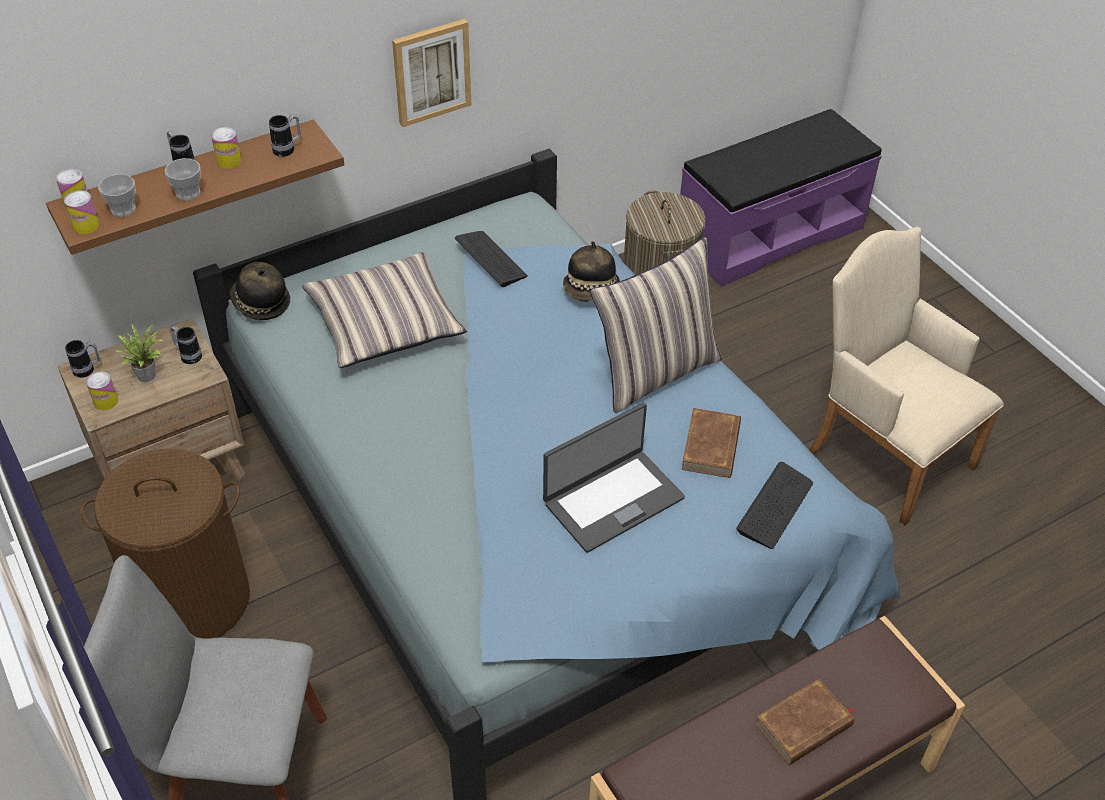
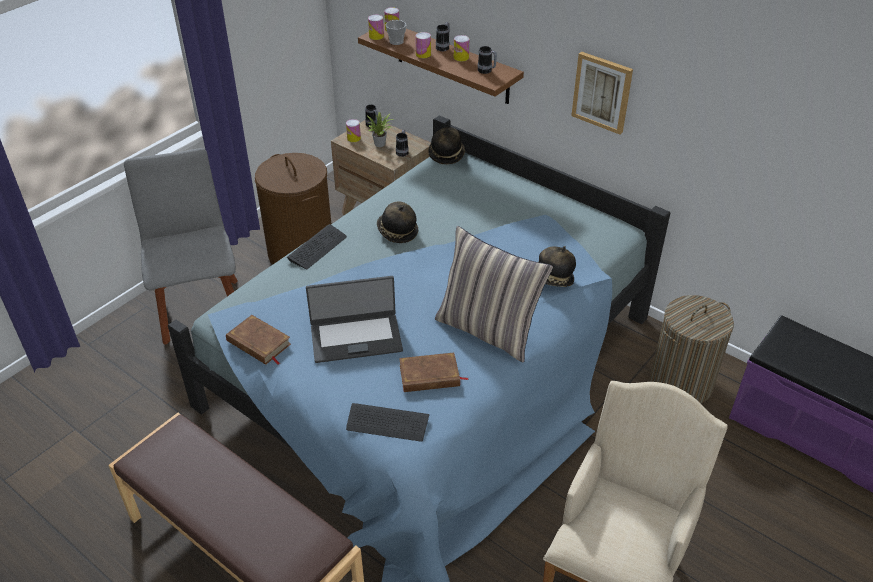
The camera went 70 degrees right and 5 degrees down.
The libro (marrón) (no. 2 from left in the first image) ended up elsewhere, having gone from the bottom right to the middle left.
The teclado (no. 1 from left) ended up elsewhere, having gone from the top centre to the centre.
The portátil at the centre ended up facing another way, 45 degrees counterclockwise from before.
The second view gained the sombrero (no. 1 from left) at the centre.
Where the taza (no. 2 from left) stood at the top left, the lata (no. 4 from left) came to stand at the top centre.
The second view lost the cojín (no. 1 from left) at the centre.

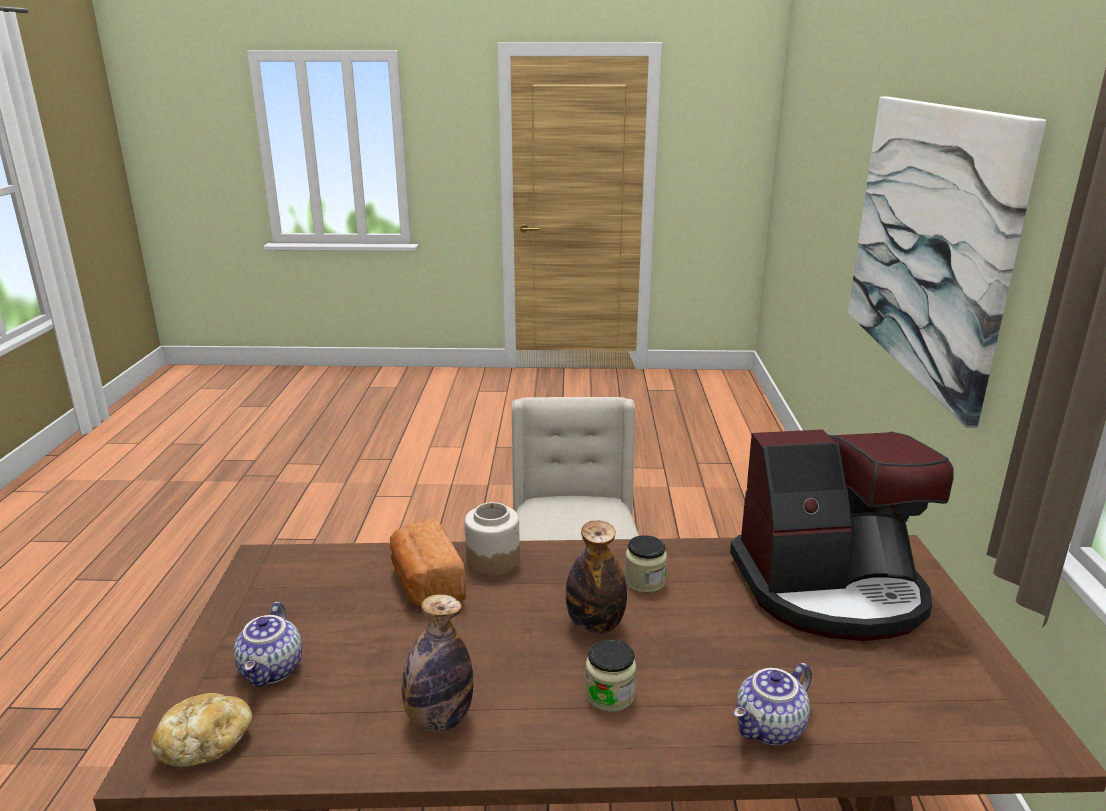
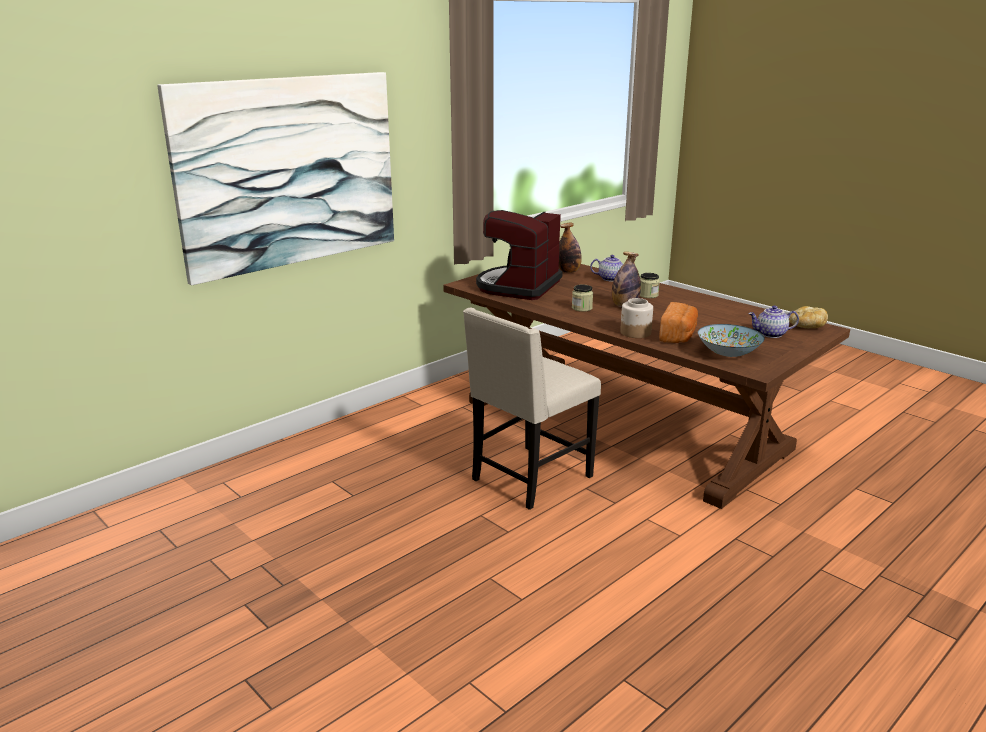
The camera went 135 degrees left and 0 degrees up.
The cafetera at the middle right ended up facing another way, 105 degrees counterclockwise from before.
The botella (no. 1 from left) ended up elsewhere, having gone from the bottom centre to the centre.
The second view gained the cuenco at the middle right.
The tetera (no. 1 from left in the first image) at the bottom left ended up facing another way, 135 degrees counterclockwise from before.

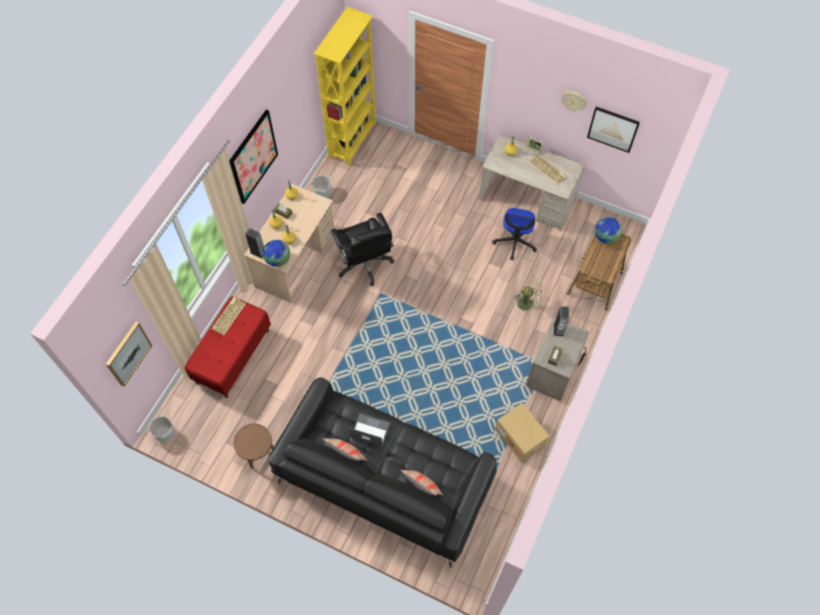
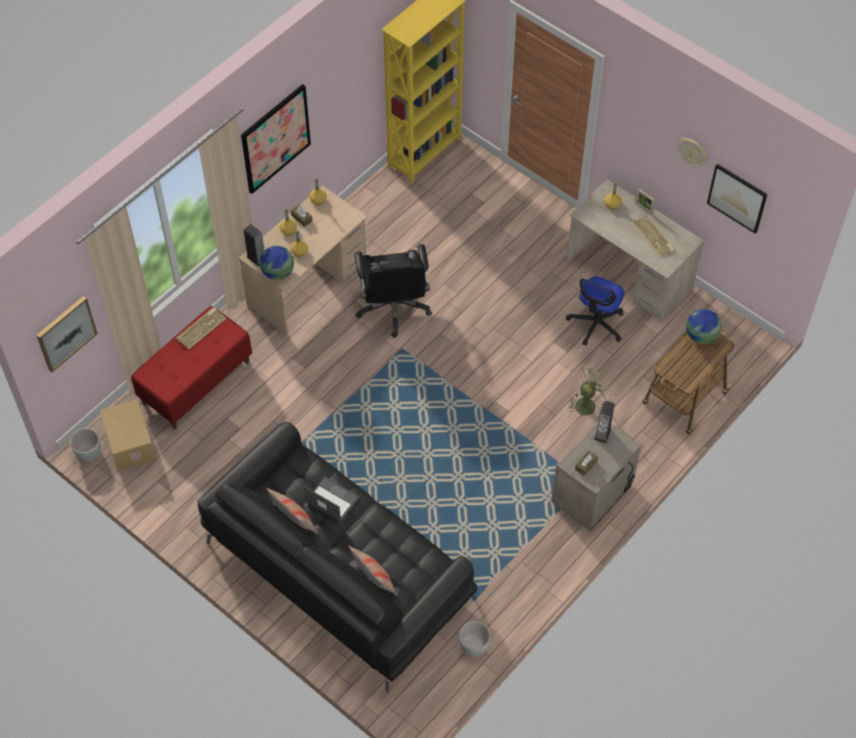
The camera went 15 degrees right and 5 degrees down.
The caja de cartón ended up elsewhere, having gone from the bottom centre to the middle left.
The maceta (gris) (no. 2 from left) ended up elsewhere, having gone from the top centre to the bottom centre.
The ventilador (verde) at the centre ended up facing another way, 60 degrees counterclockwise from before.
The second view lost the mesa auxiliar (marrón) at the bottom left.

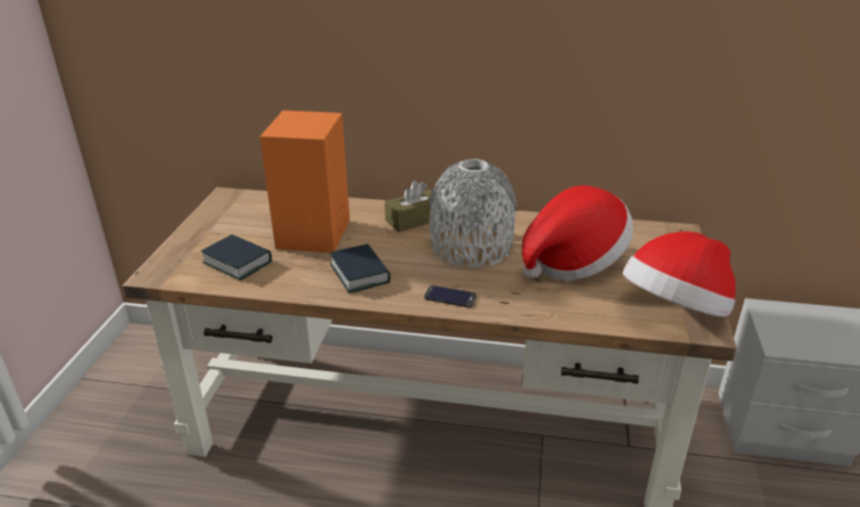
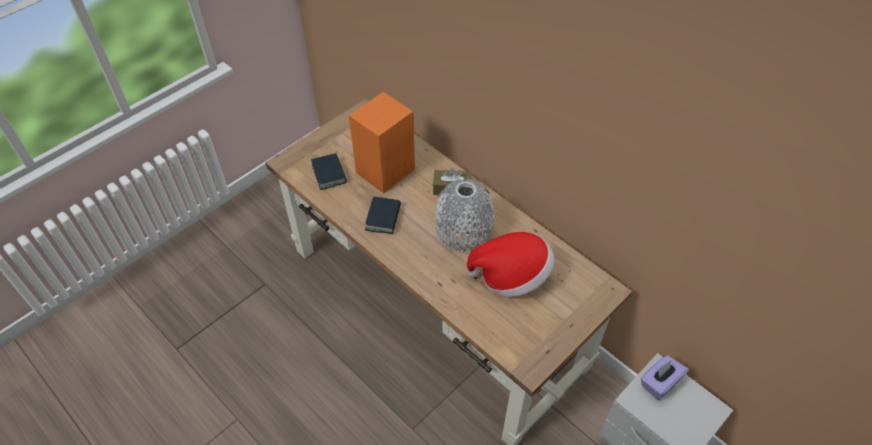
The camera went 35 degrees right and 20 degrees up.
The second view gained the caja de pañuelos (morado) at the bottom right.
The second view lost the móvil at the centre.
The second view lost the sombrero (no. 2 from left) at the middle right.

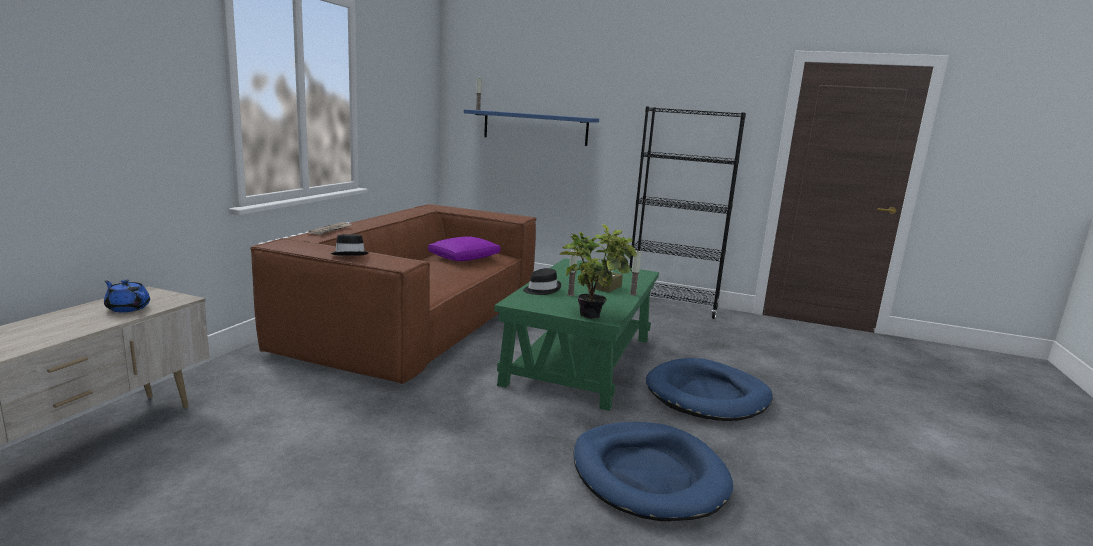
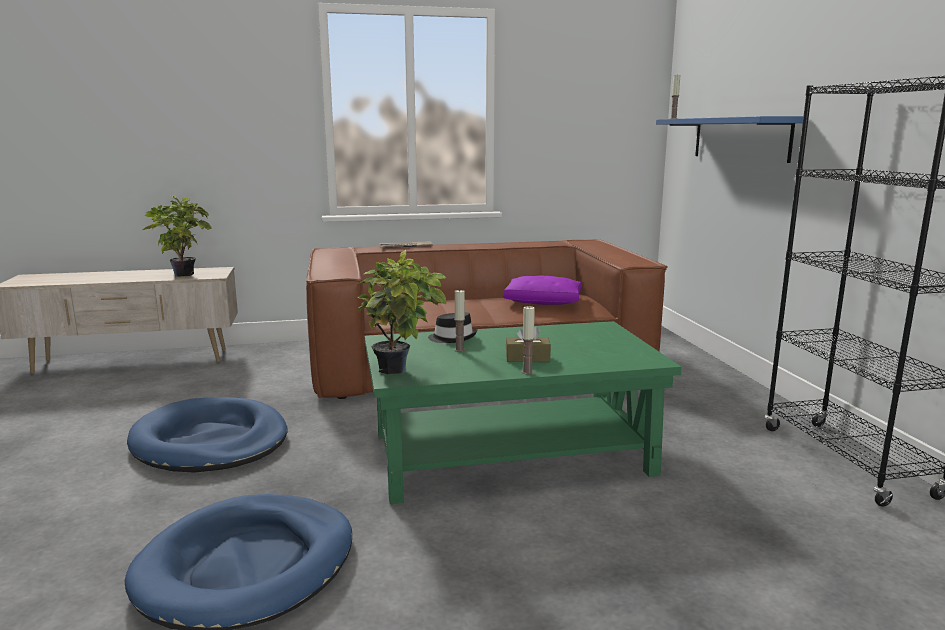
The camera went 60 degrees right and 0 degrees up.
The cama para perro (azul) (no. 2 from left in the first image) ended up elsewhere, having gone from the bottom centre to the bottom left.
Where the tetera (azul) stood at the middle left, the planta en maceta (no. 1 from left) came to stand at the middle left.
The second view lost the sombrero (negro) (no. 1 from left) at the middle left.

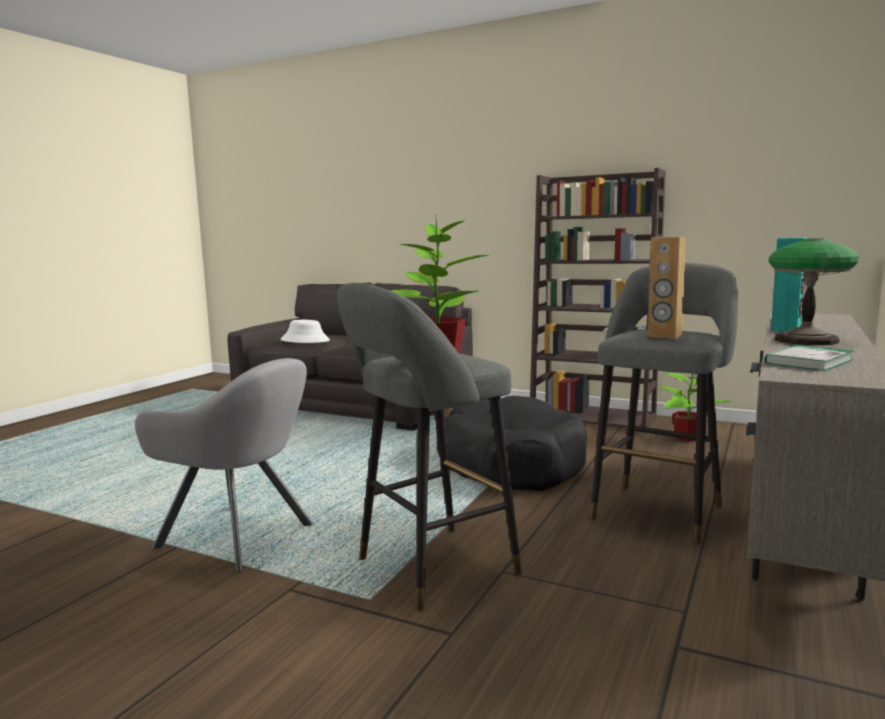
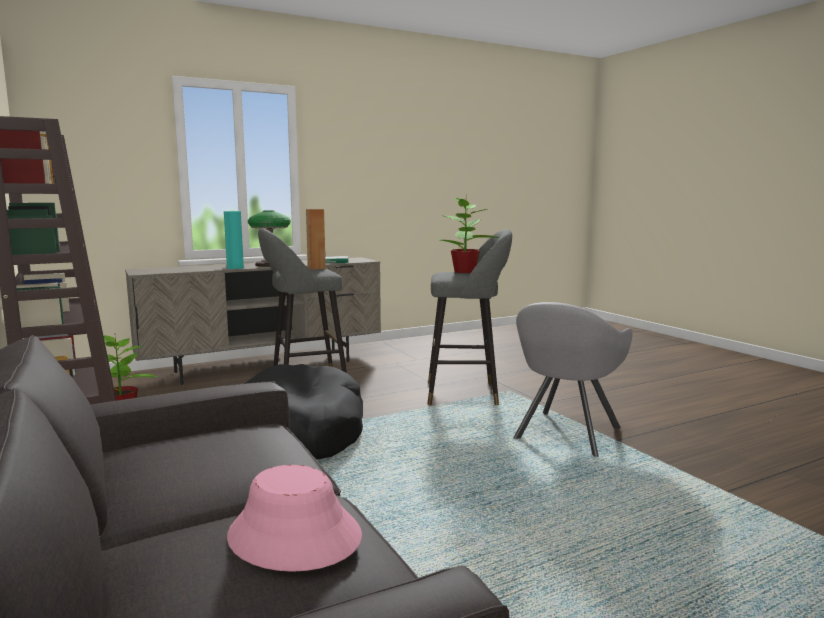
The camera went 145 degrees left and 0 degrees up.
What was the sombrero (blanco) at the centre turned into the sombrero (rosa) at the bottom centre.
The sillón (gris) at the middle left ended up facing another way, 120 degrees counterclockwise from before.

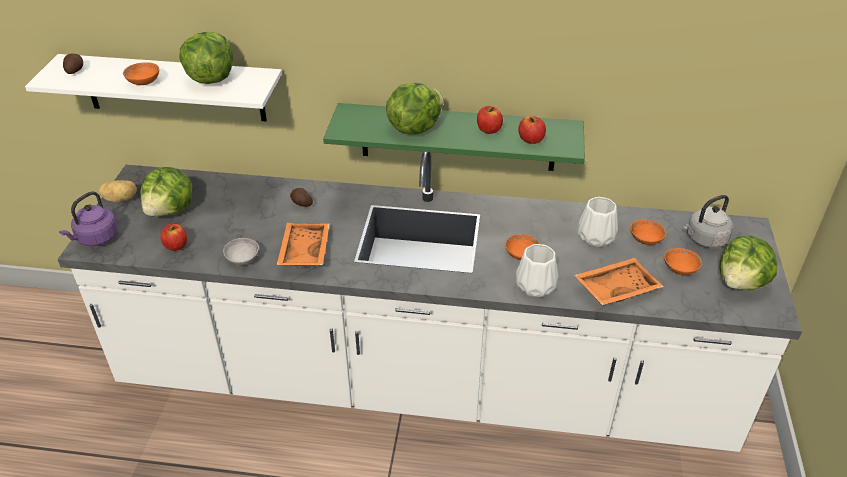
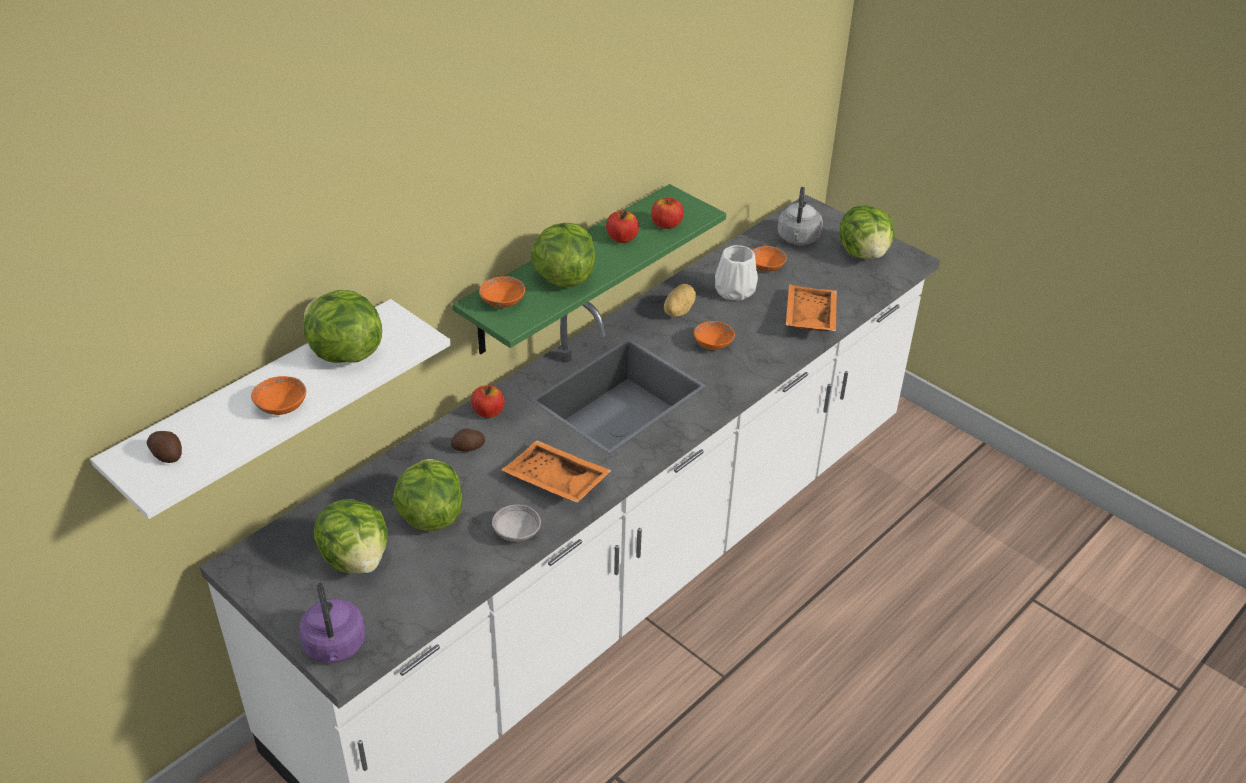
The camera went 55 degrees left and 0 degrees up.
The second view gained the lechuga (no. 3 from left) at the centre.
The manzana (no. 1 from left) ended up elsewhere, having gone from the middle left to the centre.
The cuenco (naranja) (no. 4 from left in the first image) ended up elsewhere, having gone from the middle right to the centre.
The patata (no. 2 from left in the first image) ended up elsewhere, having gone from the middle left to the centre.
The second view lost the florero (blanco) (no. 1 from left) at the centre.

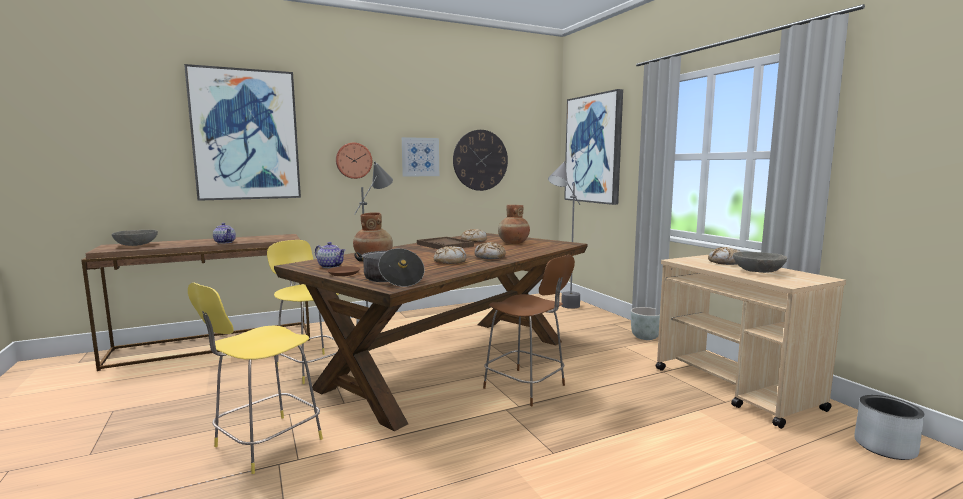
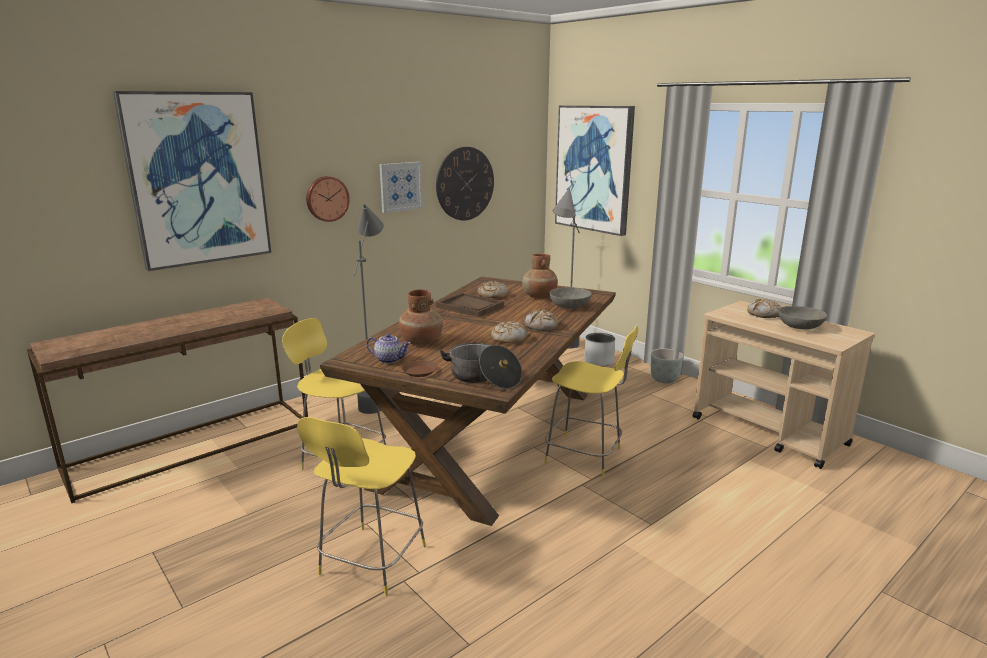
The camera went 15 degrees left and 10 degrees up.
What was the taburete (marrón) at the centre turned into the taburete (amarillo) (no. 3 from left) at the centre.
The cuenco (gris) (no. 1 from left) ended up elsewhere, having gone from the middle left to the centre.
The maceta (gris) (no. 2 from left in the first image) ended up elsewhere, having gone from the bottom right to the centre.
The second view lost the tetera (no. 1 from left) at the middle left.

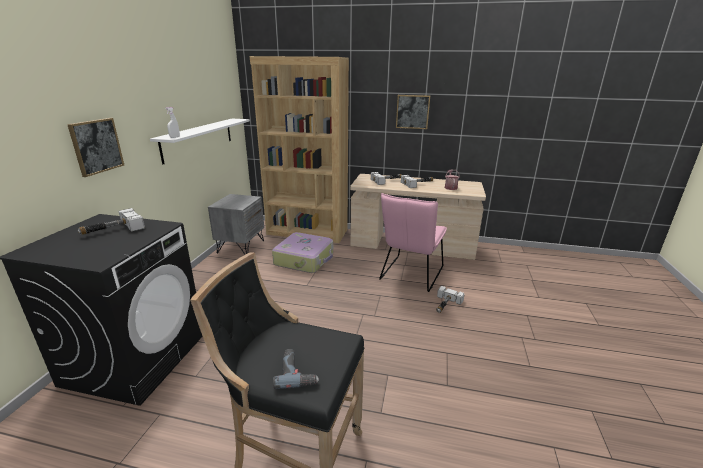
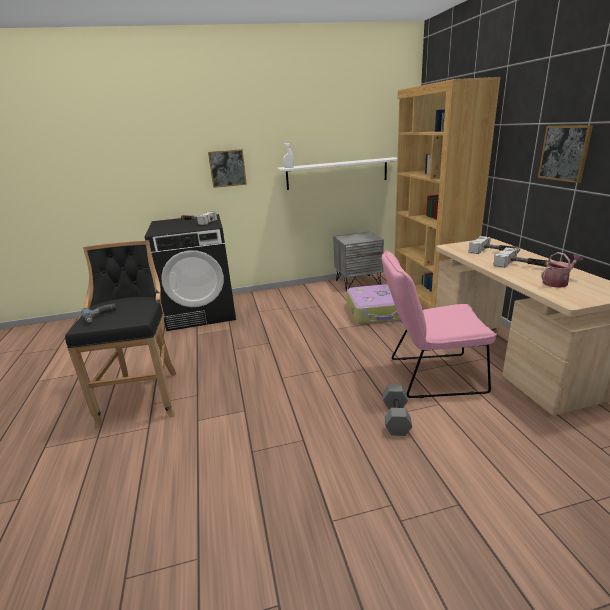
The camera went 65 degrees right and 0 degrees up.
Where the martillo (no. 4 from left) stood at the centre, the mancuerna (gris) came to stand at the bottom centre.

